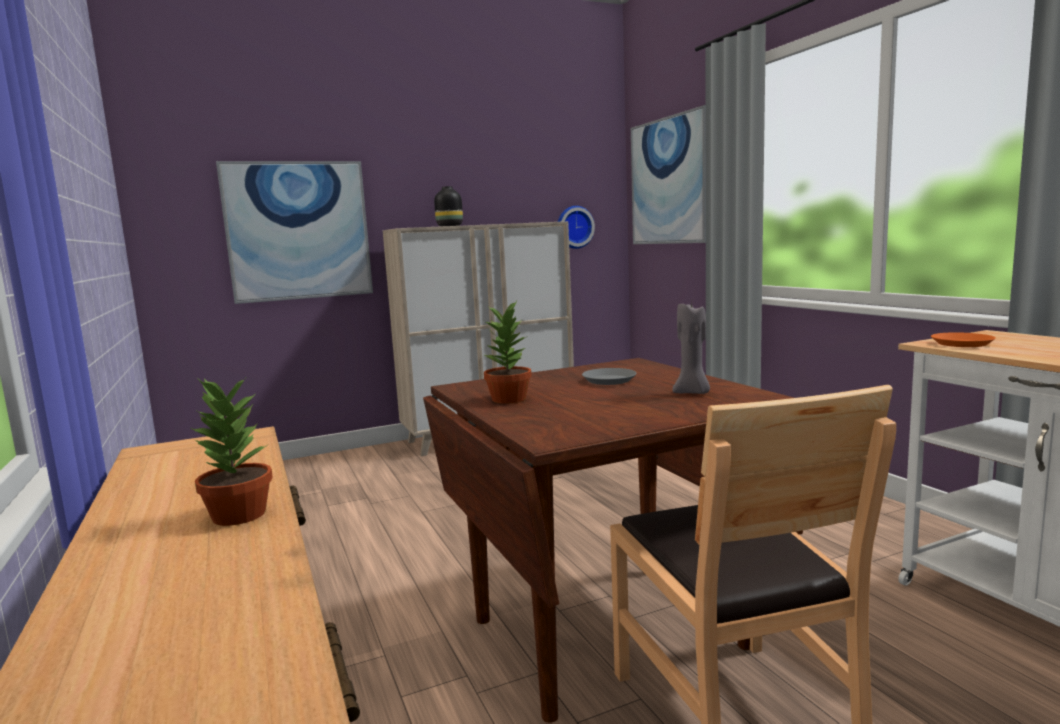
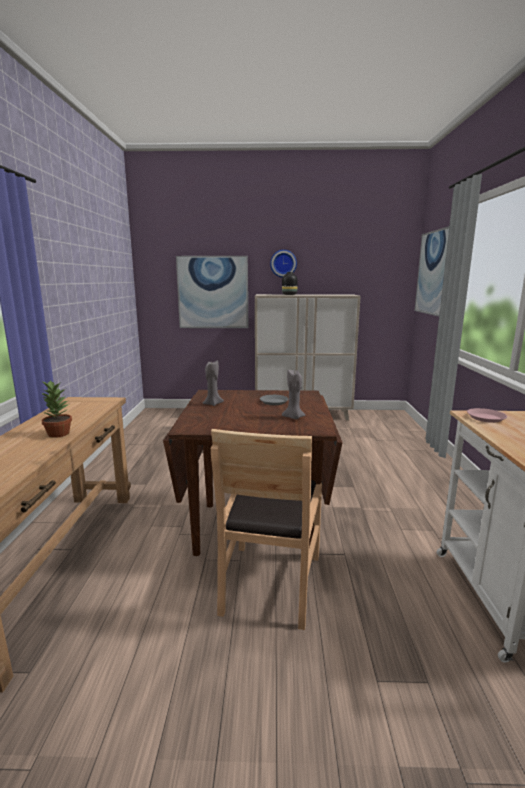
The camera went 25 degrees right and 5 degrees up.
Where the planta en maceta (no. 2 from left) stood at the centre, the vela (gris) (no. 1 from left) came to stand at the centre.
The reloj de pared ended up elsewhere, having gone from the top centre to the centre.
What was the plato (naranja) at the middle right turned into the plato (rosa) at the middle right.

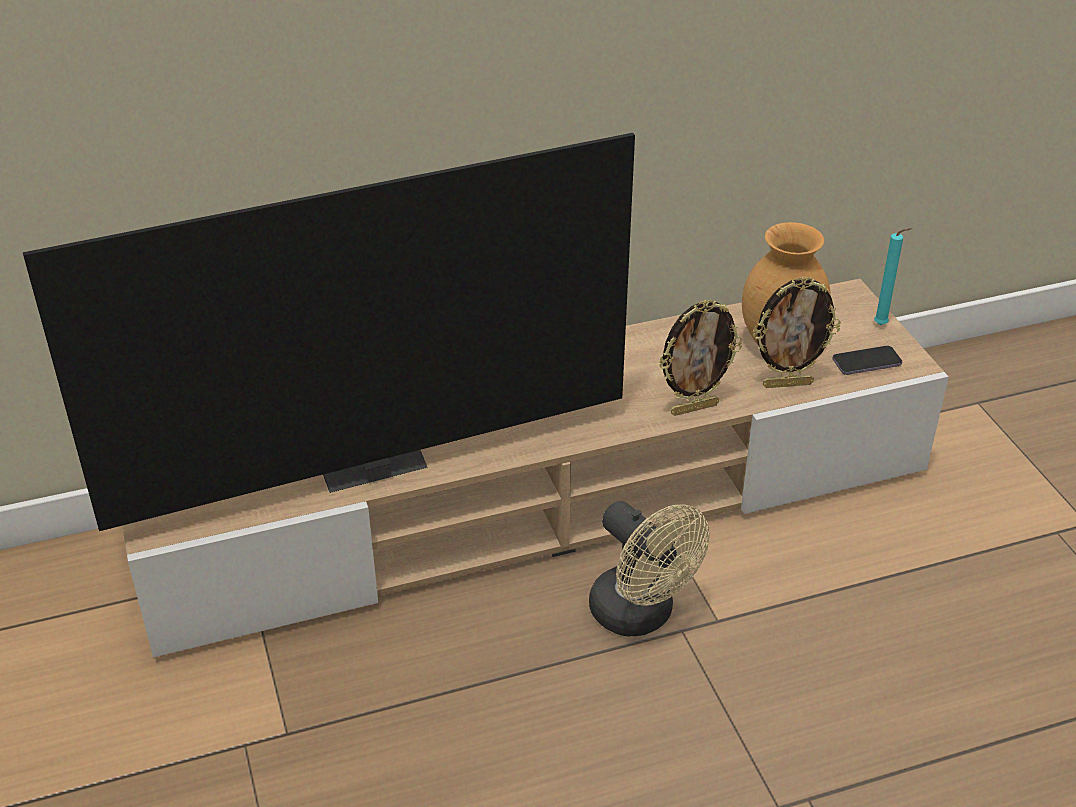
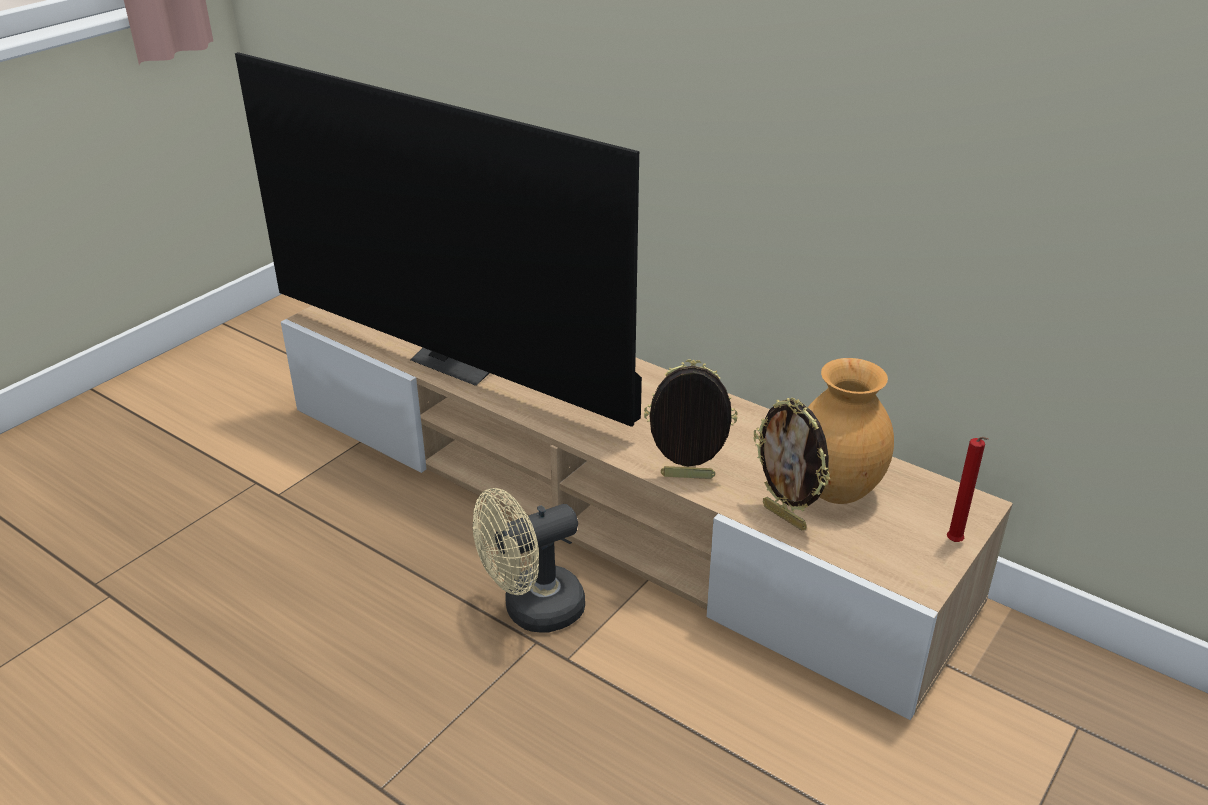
The camera went 55 degrees right and 5 degrees down.
The ventilador (beis) at the bottom centre ended up facing another way, 45 degrees clockwise from before.
The portarretratos (no. 1 from left) at the centre ended up facing another way, 150 degrees clockwise from before.
What was the vela (turquesa) at the middle right turned into the vela (rojo) at the middle right.
The second view lost the móvil at the middle right.

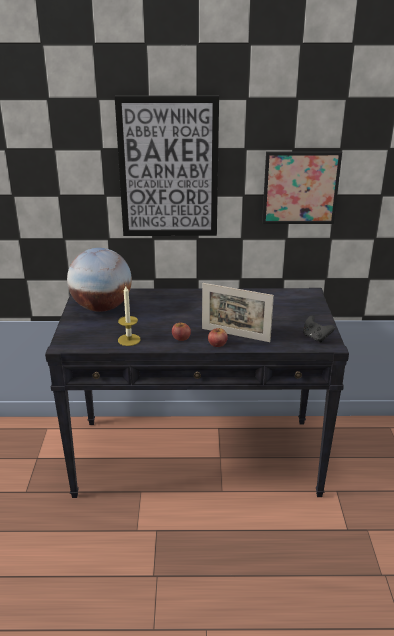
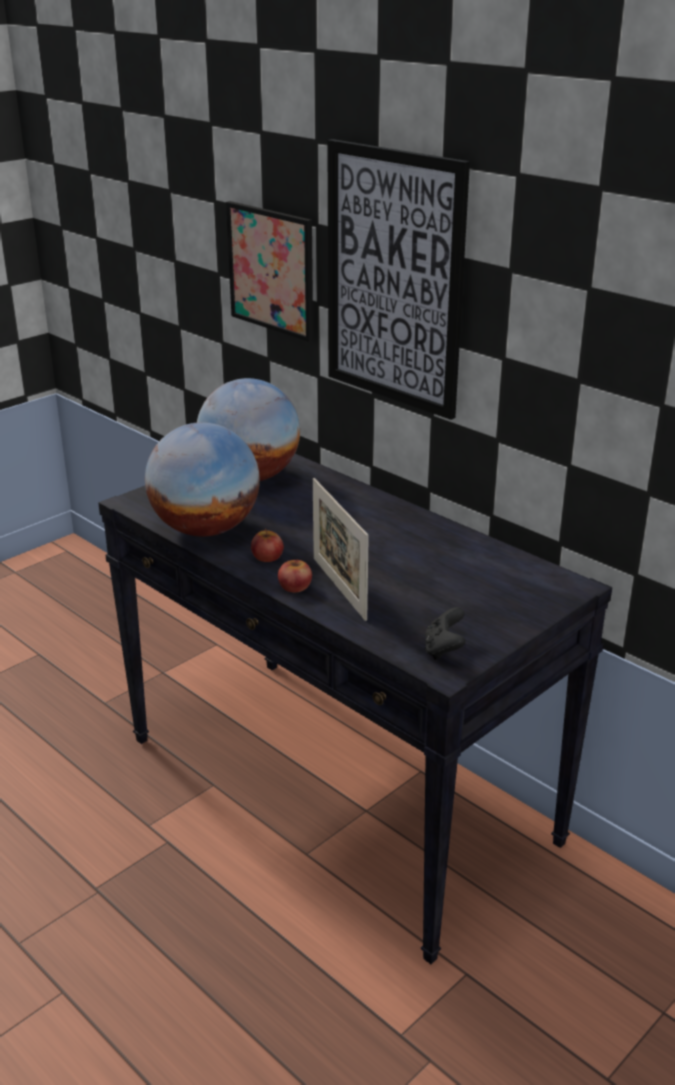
The camera went 45 degrees right and 0 degrees up.
Where the vela stood at the middle left, the globo terráqueo (no. 1 from left) came to stand at the middle left.
The cuadro (no. 2 from left in the first image) ended up elsewhere, having gone from the top right to the top centre.

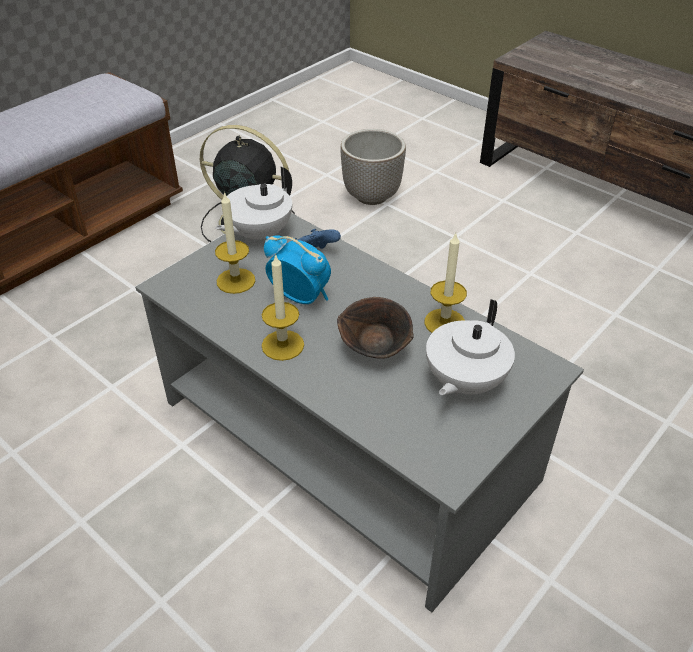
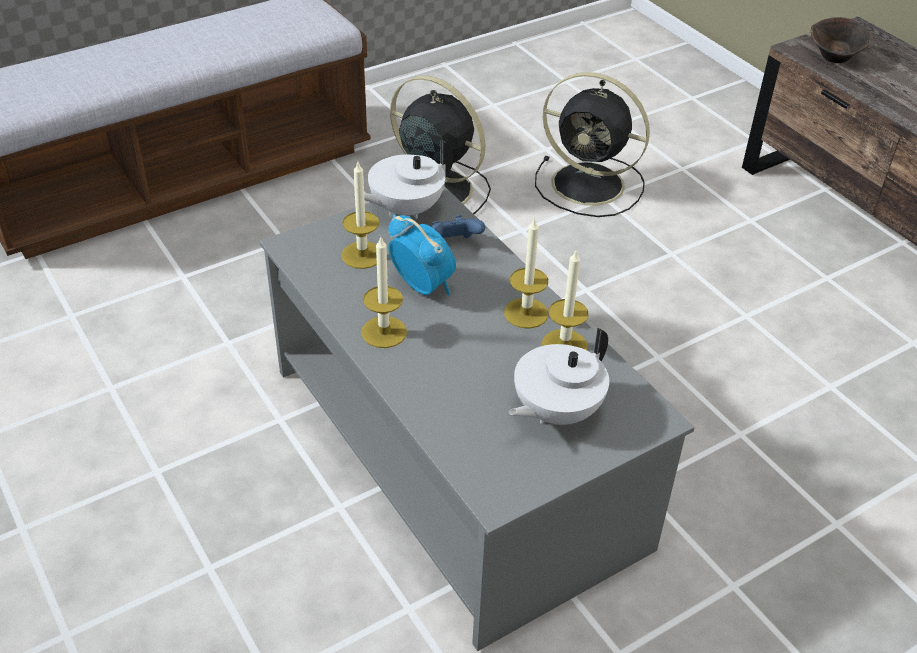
The camera went 15 degrees right and 0 degrees up.
The second view gained the vela (no. 3 from left) at the centre.
Where the maceta stood at the top centre, the ventilador (negro) (no. 2 from left) came to stand at the top centre.
The cuenco (marrón) ended up elsewhere, having gone from the centre to the top right.

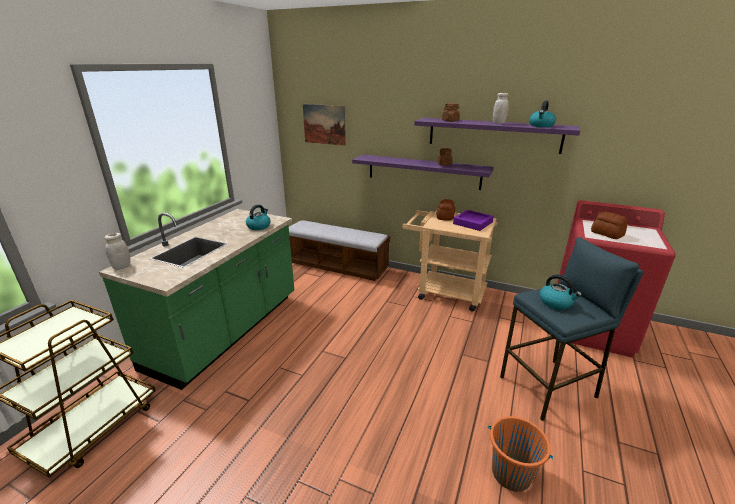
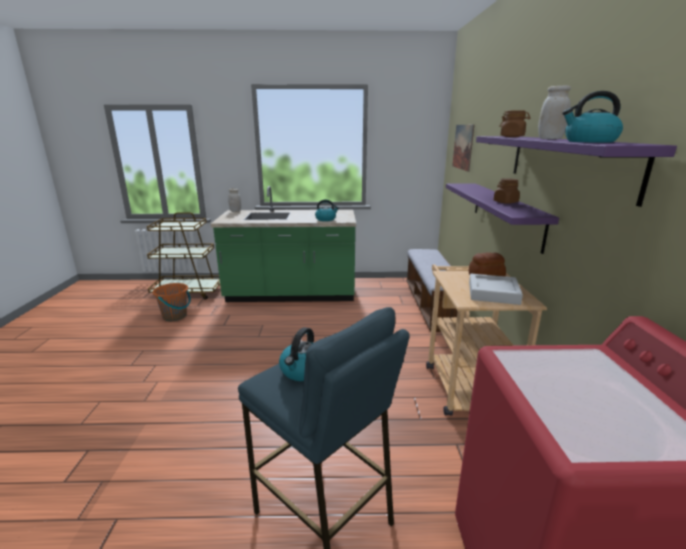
The camera went 65 degrees right and 5 degrees down.
The cubo (naranja) ended up elsewhere, having gone from the bottom right to the middle left.
What was the bandeja (morado) at the centre turned into the bandeja (gris) at the middle right.
The second view lost the pan (no. 2 from left) at the middle right.

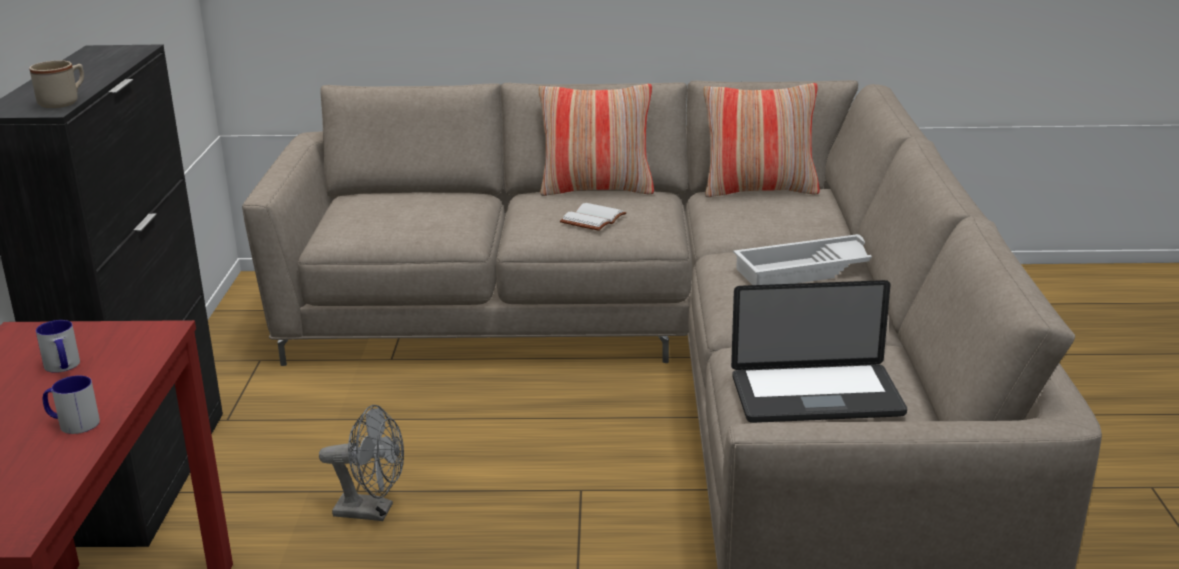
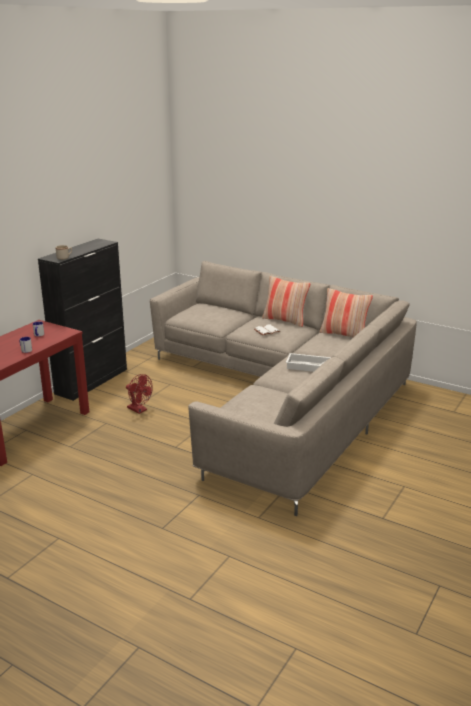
The camera went 30 degrees right and 0 degrees up.
What was the ventilador (gris) at the bottom left turned into the ventilador (rojo) at the middle left.
The second view lost the portátil at the middle right.

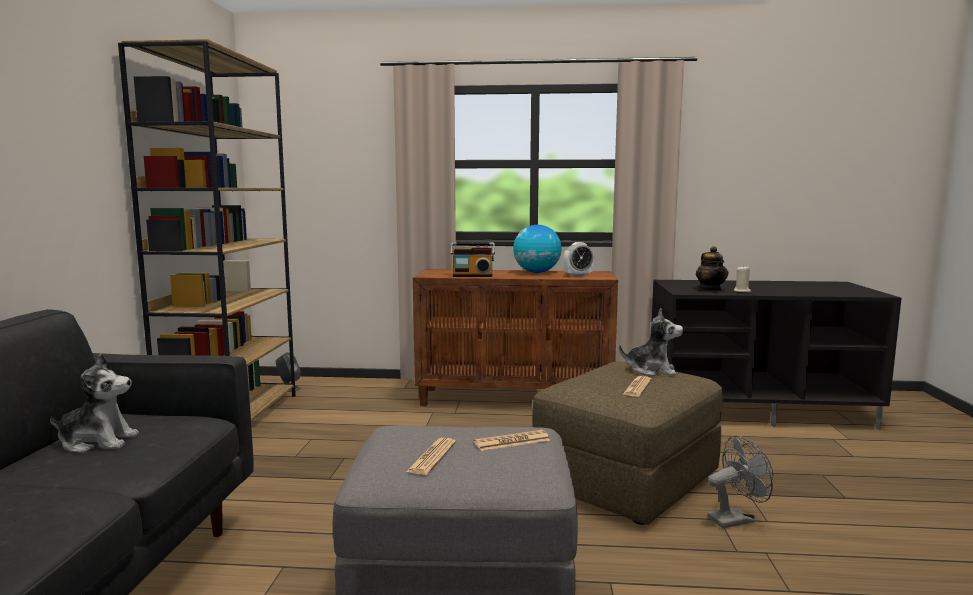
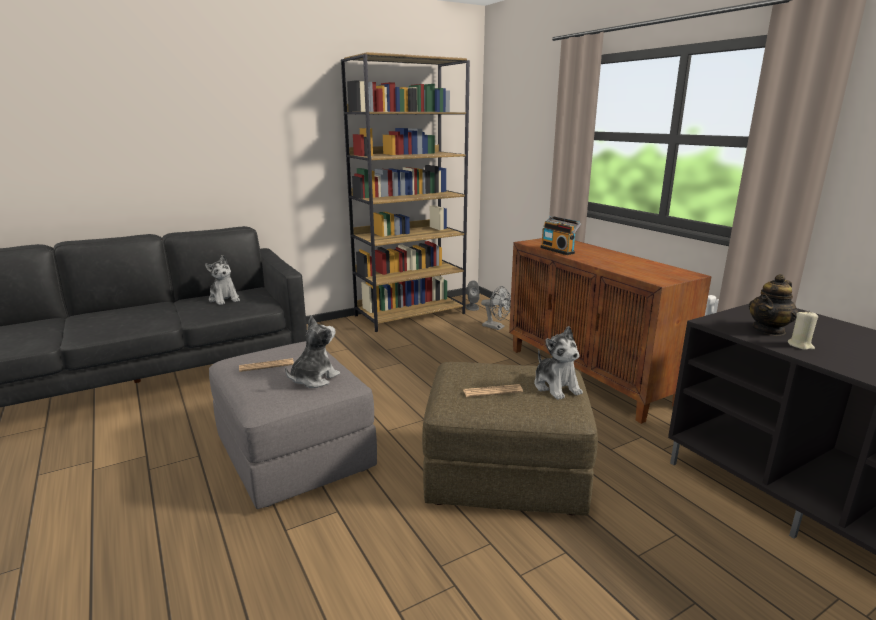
The camera went 55 degrees right and 10 degrees up.
Where the periódico (no. 2 from left) stood at the bottom centre, the peluche (no. 2 from left) came to stand at the centre.
The ventilador (gris) ended up elsewhere, having gone from the bottom right to the centre.
The second view lost the globo terráqueo at the centre.
The second view lost the despertador at the centre.

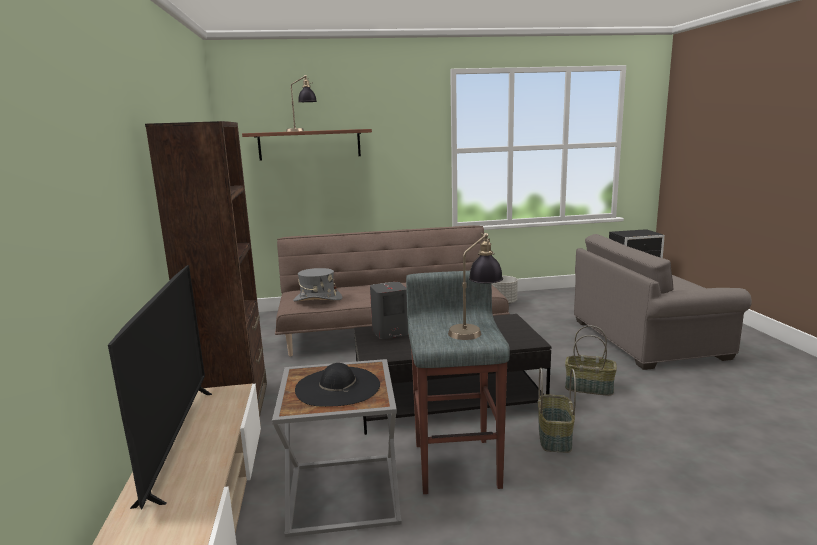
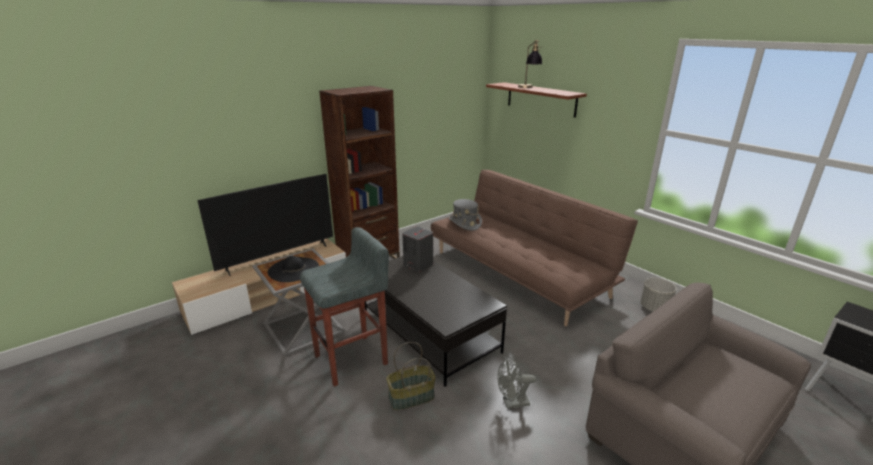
The camera went 60 degrees right and 10 degrees up.
Where the cesta (no. 2 from left) stood at the middle right, the ventilador (gris) came to stand at the bottom centre.
The second view lost the lámpara de mesa (no. 2 from left) at the centre.

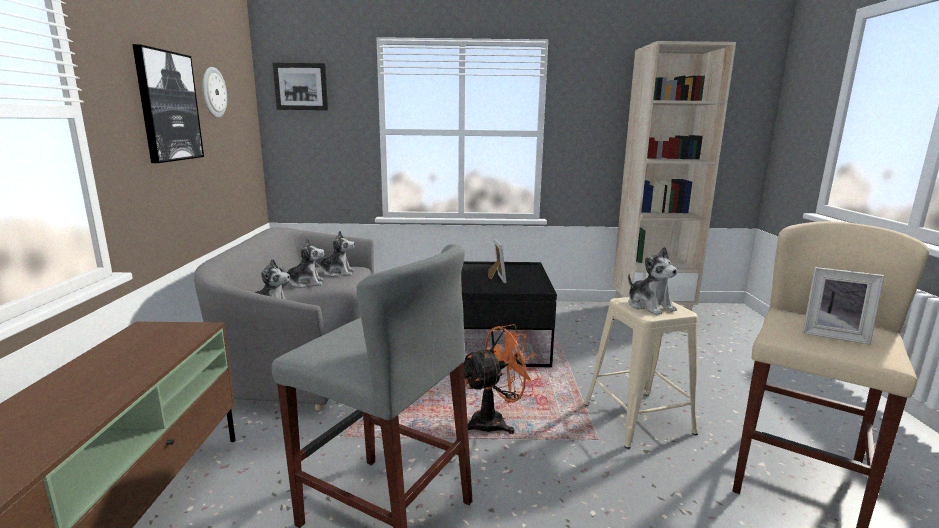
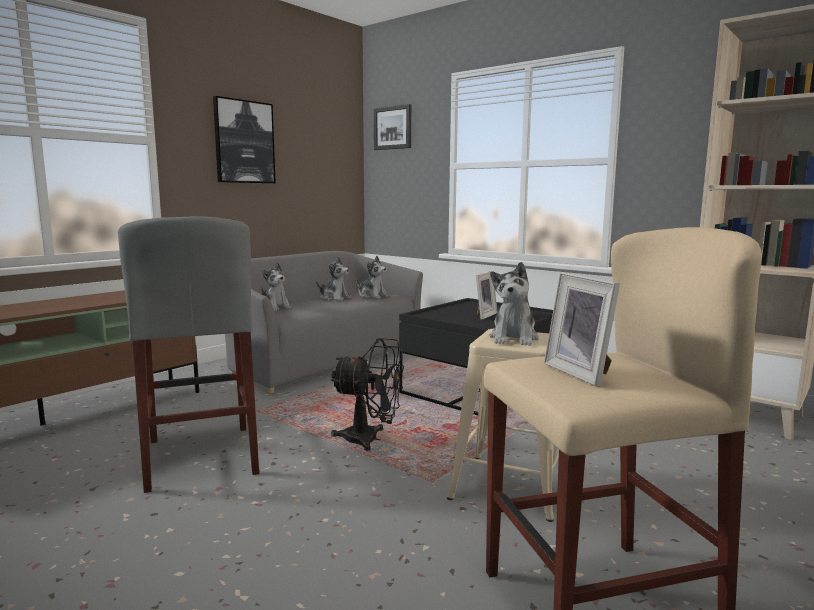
The camera went 40 degrees right and 5 degrees down.
What was the ventilador (naranja) at the bottom centre turned into the ventilador (negro) at the centre.
The second view lost the reloj de pared at the top left.

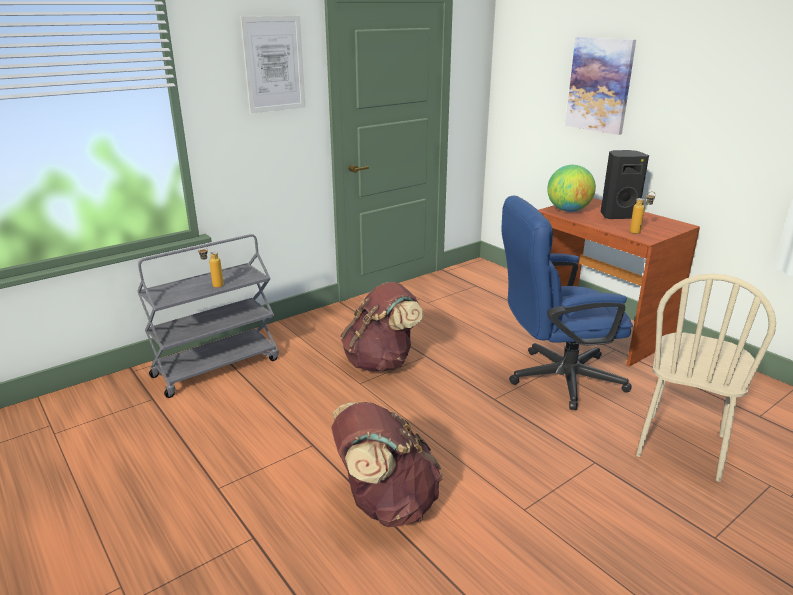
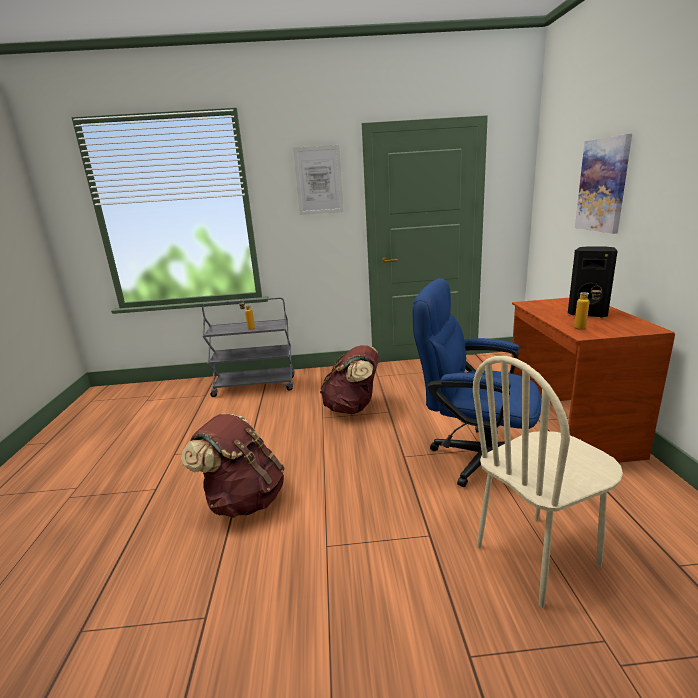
The camera went 35 degrees right and 5 degrees down.
The second view lost the globo terráqueo at the top right.

